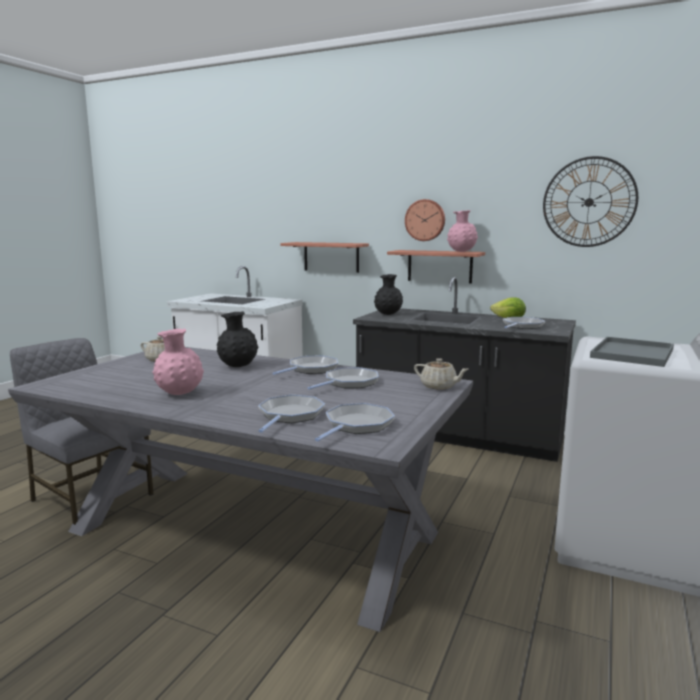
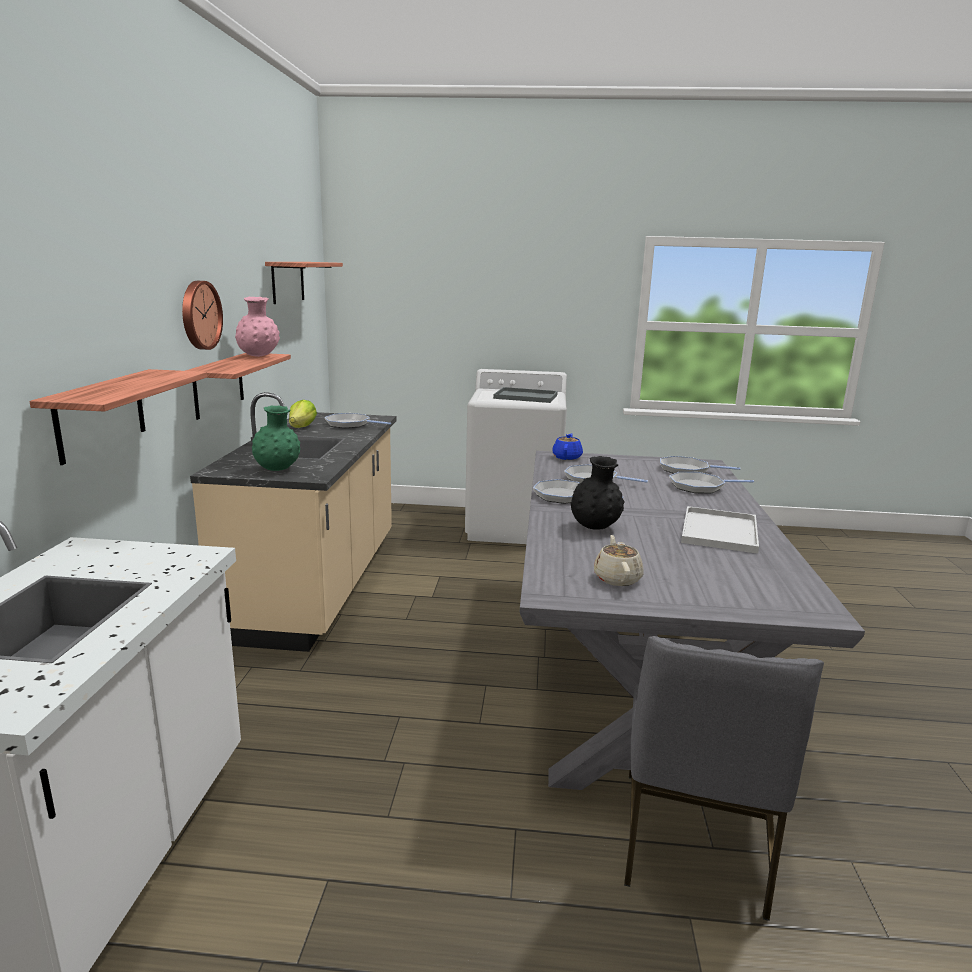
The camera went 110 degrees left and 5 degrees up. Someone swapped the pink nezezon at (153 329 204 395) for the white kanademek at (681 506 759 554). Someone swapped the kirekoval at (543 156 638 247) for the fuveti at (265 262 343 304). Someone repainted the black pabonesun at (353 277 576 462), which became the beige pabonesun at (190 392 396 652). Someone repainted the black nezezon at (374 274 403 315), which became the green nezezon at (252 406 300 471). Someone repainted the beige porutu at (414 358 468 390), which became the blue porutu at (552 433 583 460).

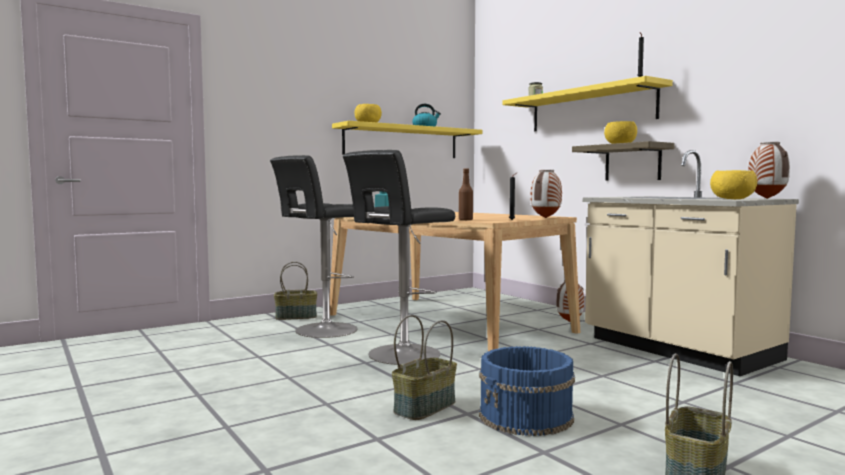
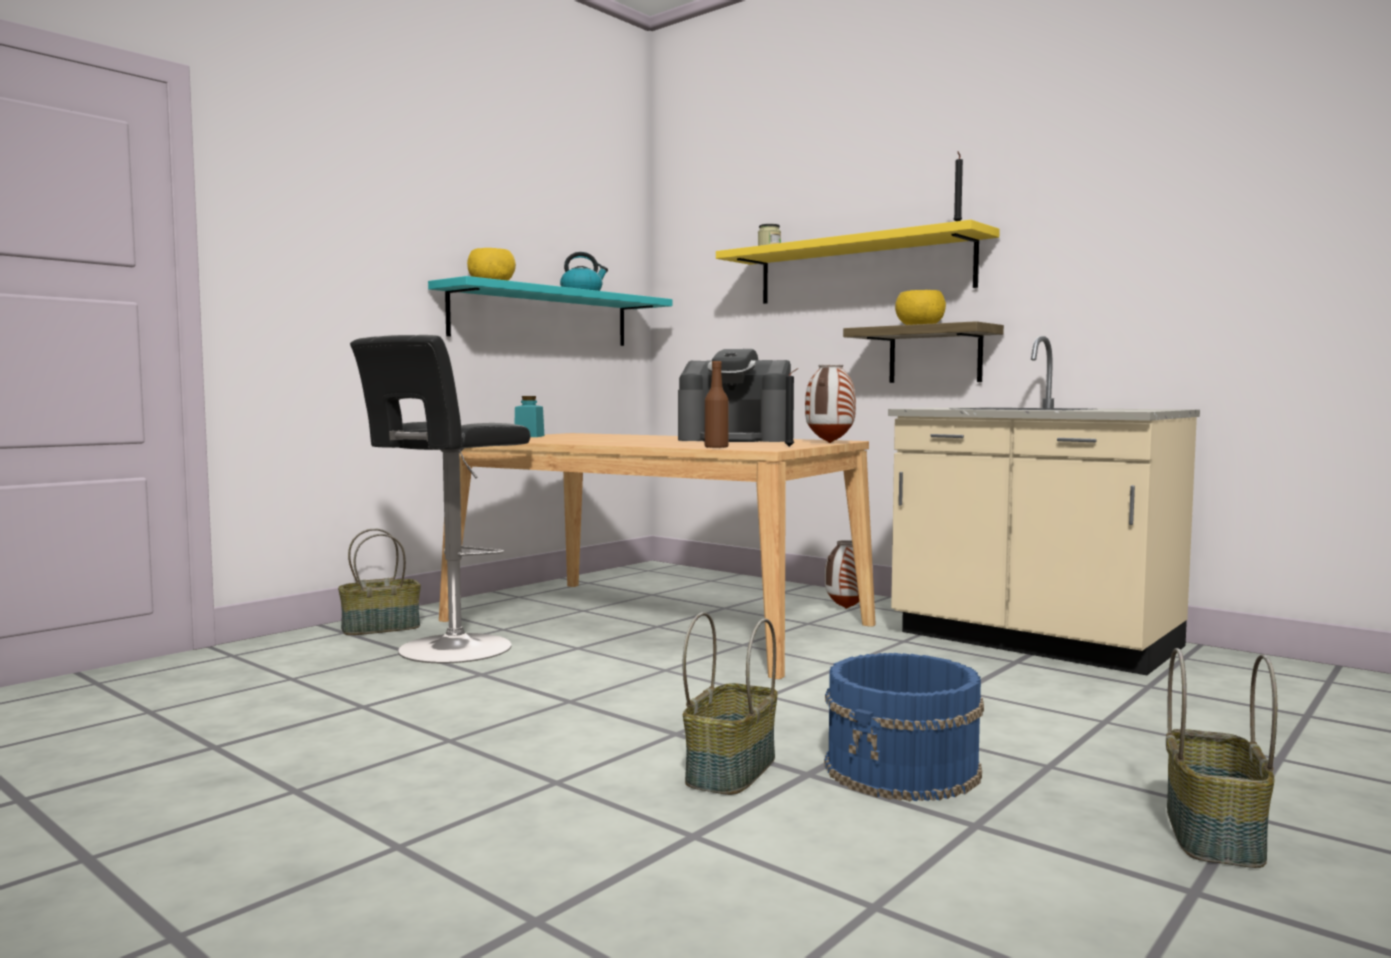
The camera went 15 degrees left and 0 degrees up. Someone took away the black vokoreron at (343 150 455 365). Someone took away the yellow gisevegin at (710 170 757 199). Someone took away the nezezon at (748 142 790 199). Someone put down the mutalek at (678 349 791 442). Someone repainted the yellow fuveti at (332 121 483 158), which became the turquoise fuveti at (428 276 672 346).

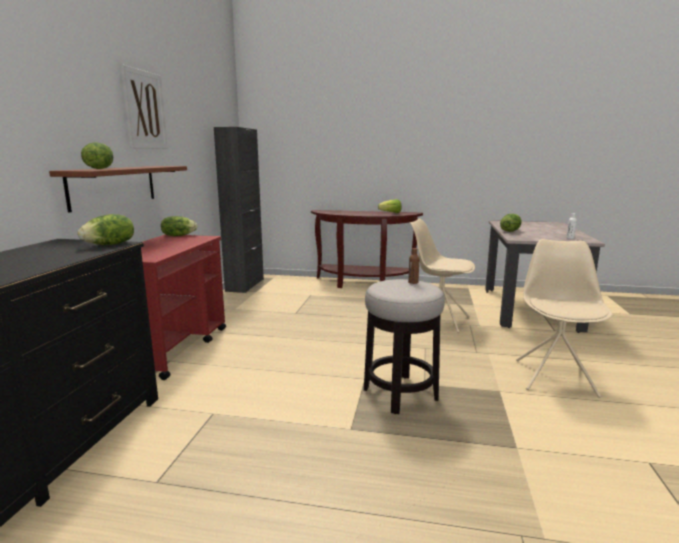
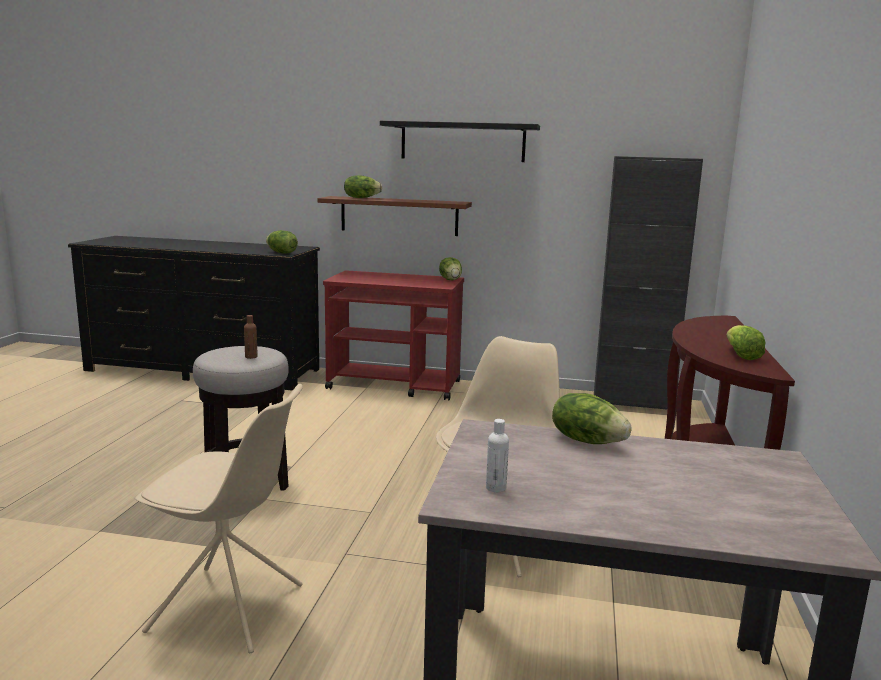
The camera went 90 degrees right and 0 degrees up. Someone swapped the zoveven at (121 65 168 149) for the black fuveti at (380 121 540 162).

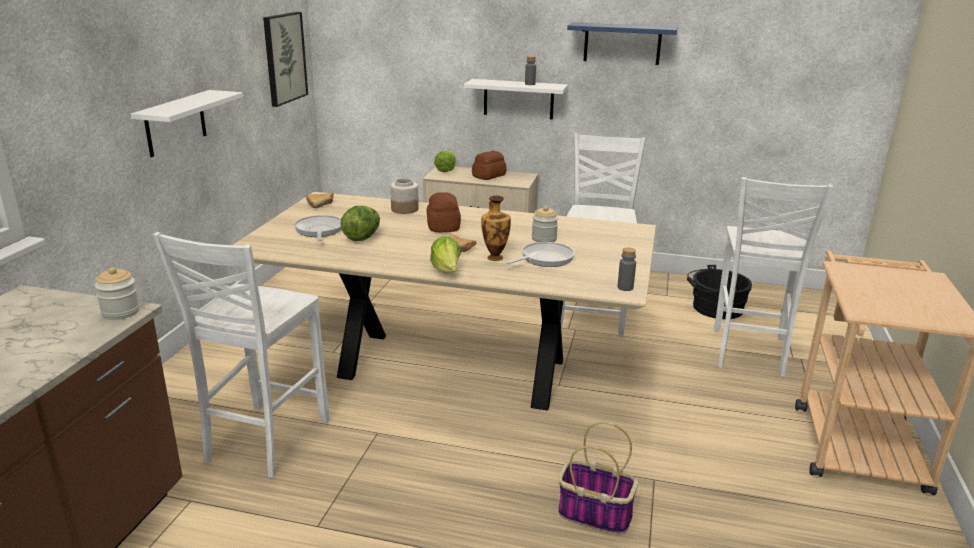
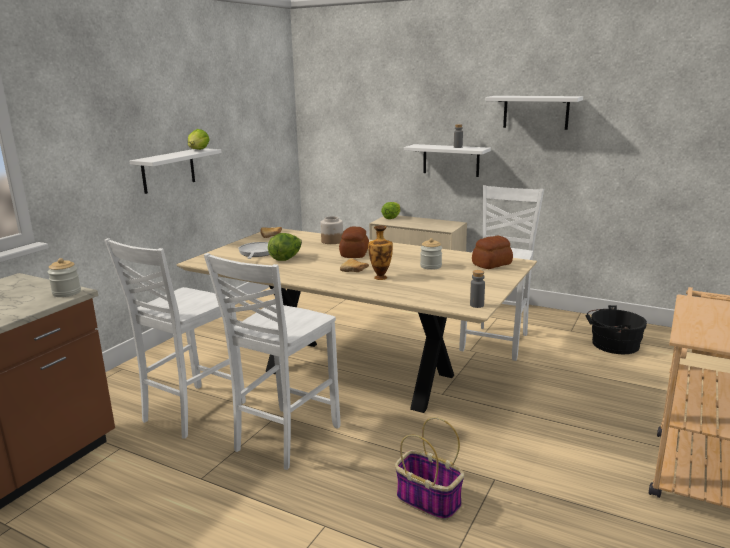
The camera went 15 degrees right and 5 degrees down. Someone took away the zoveven at (263 12 308 107). Someone took away the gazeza at (505 242 575 267). Someone carried the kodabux from (430 236 461 273) to (188 129 210 150). Someone carried the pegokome from (472 151 507 180) to (472 236 513 269). Someone carried the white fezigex from (714 177 833 377) to (204 253 341 470). Someone repainted the blue fuveti at (567 22 677 65), which became the white fuveti at (485 96 583 130).

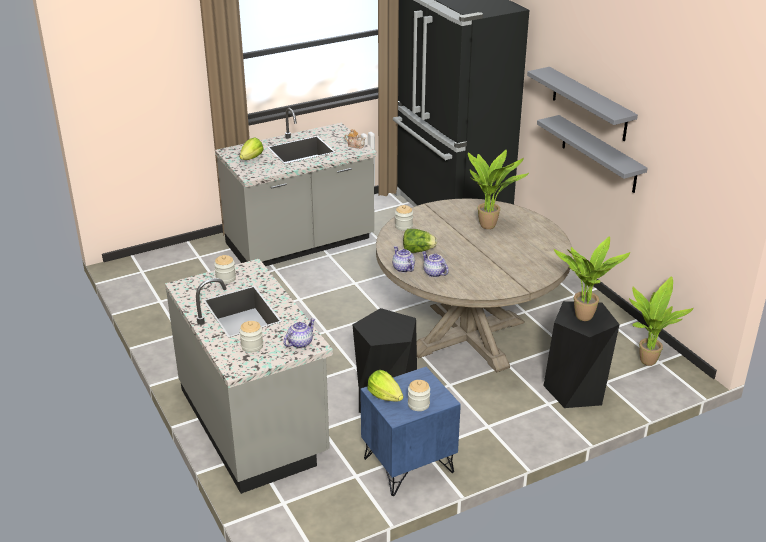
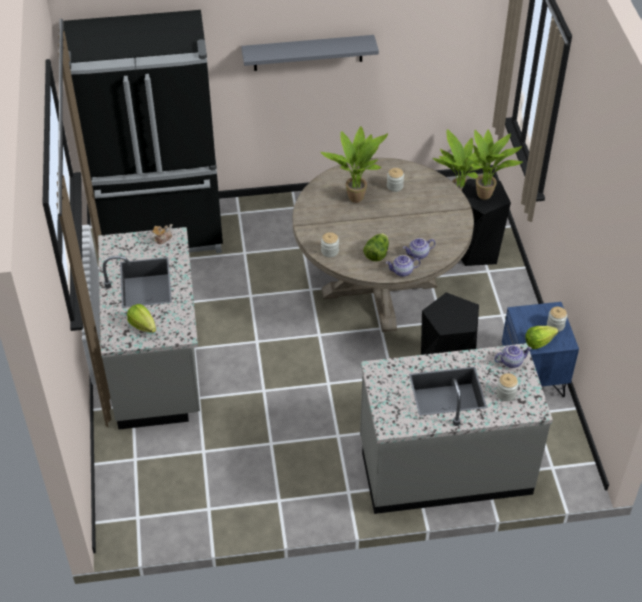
The camera went 70 degrees left and 15 degrees up. Someone took away the grey fuveti at (537 115 648 193). Someone carried the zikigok from (214 255 236 284) to (387 168 404 192). Someone rotated the porutu at (283 318 315 348) by 105 degrees clockwise.

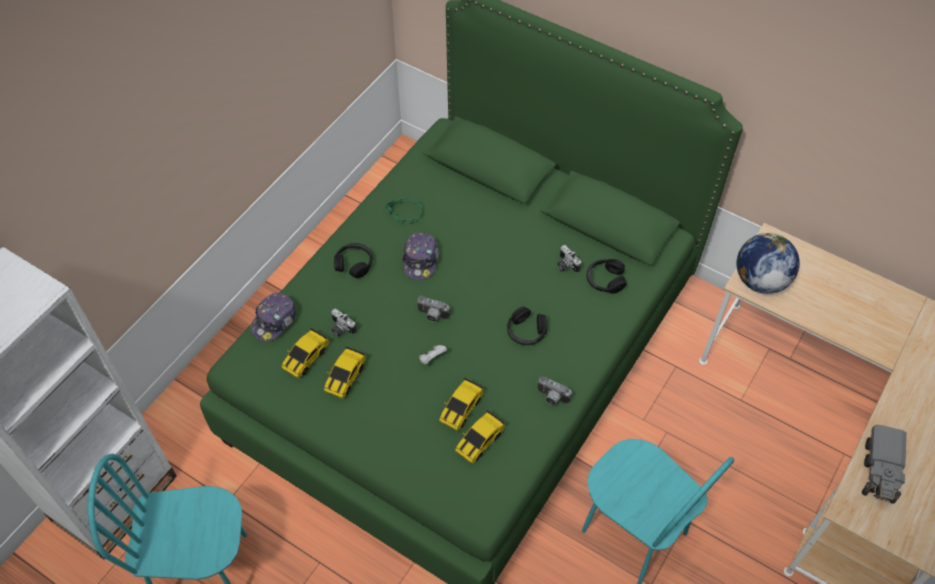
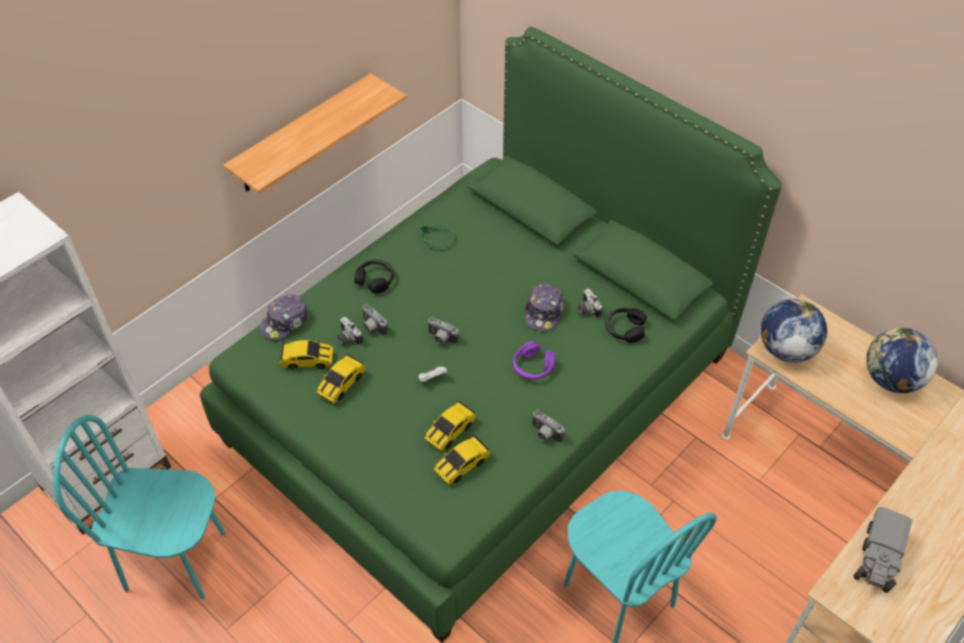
The camera went 10 degrees right and 5 degrees down. Someone put up the fuveti at (223 73 406 194). Someone put down the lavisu at (362 303 388 336). Someone put down the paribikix at (866 328 937 393). Someone carried the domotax from (402 232 439 280) to (525 283 564 331). Someone repainted the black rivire at (507 306 547 345), which became the purple rivire at (513 341 555 380). Someone rotated the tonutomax at (281 328 329 379) by 135 degrees counterclockwise.

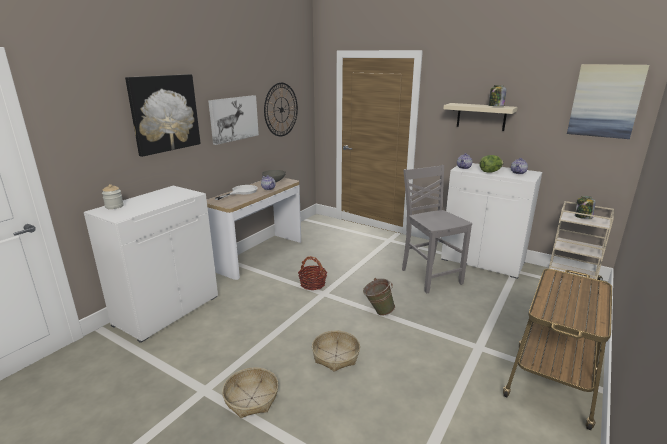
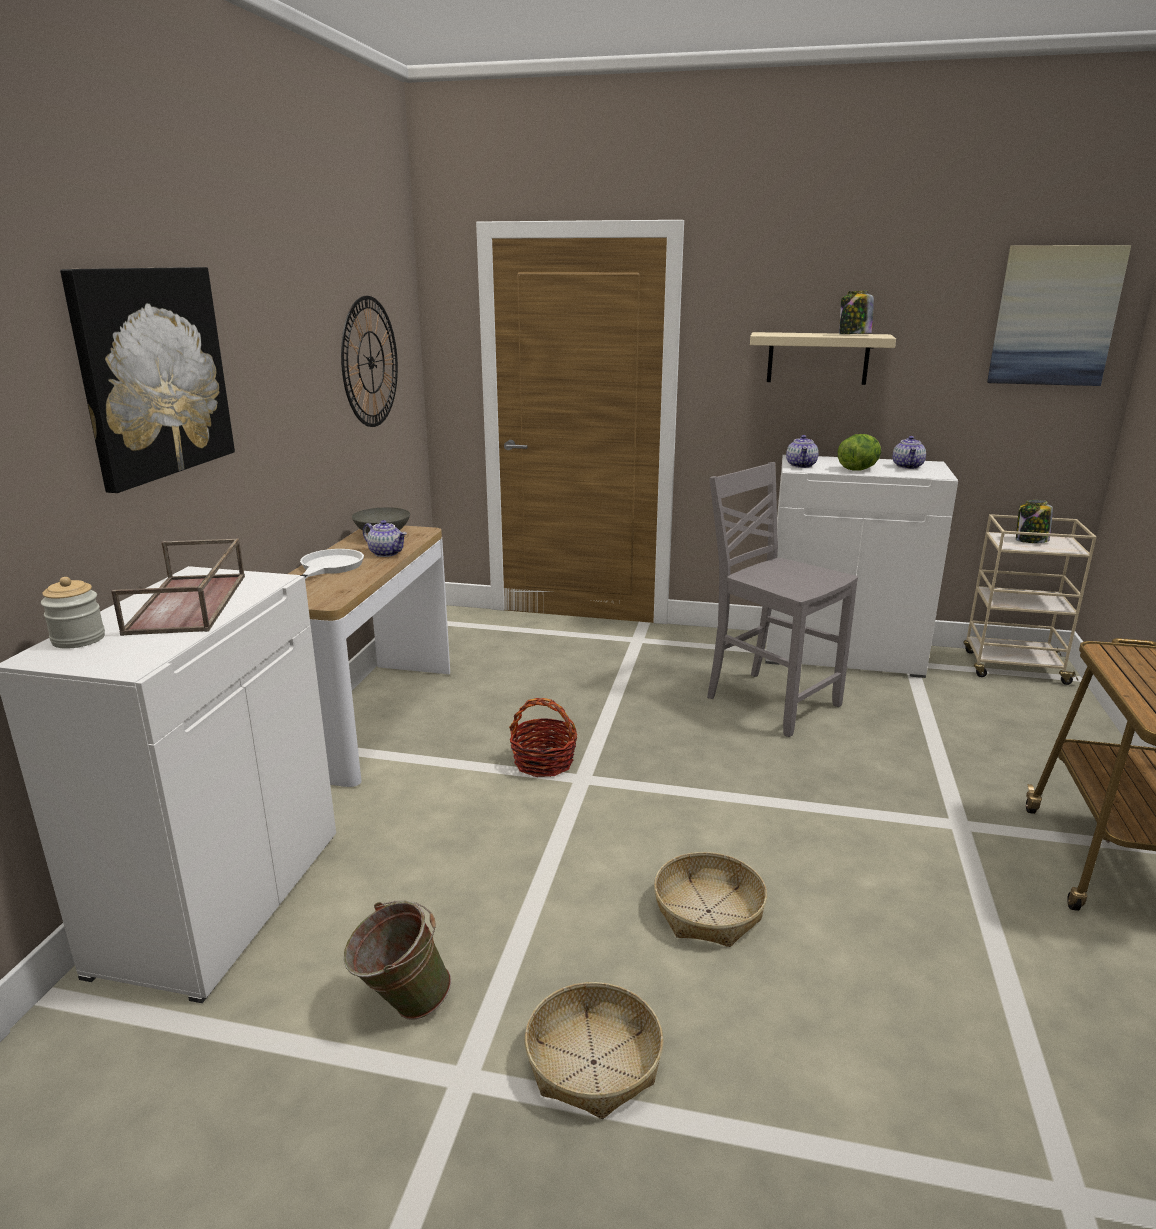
The camera went 20 degrees left and 0 degrees up. Someone took away the zoveven at (208 95 259 145). Someone put down the brown kanademek at (111 538 245 636). Someone carried the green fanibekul from (363 278 395 316) to (344 901 451 1020).

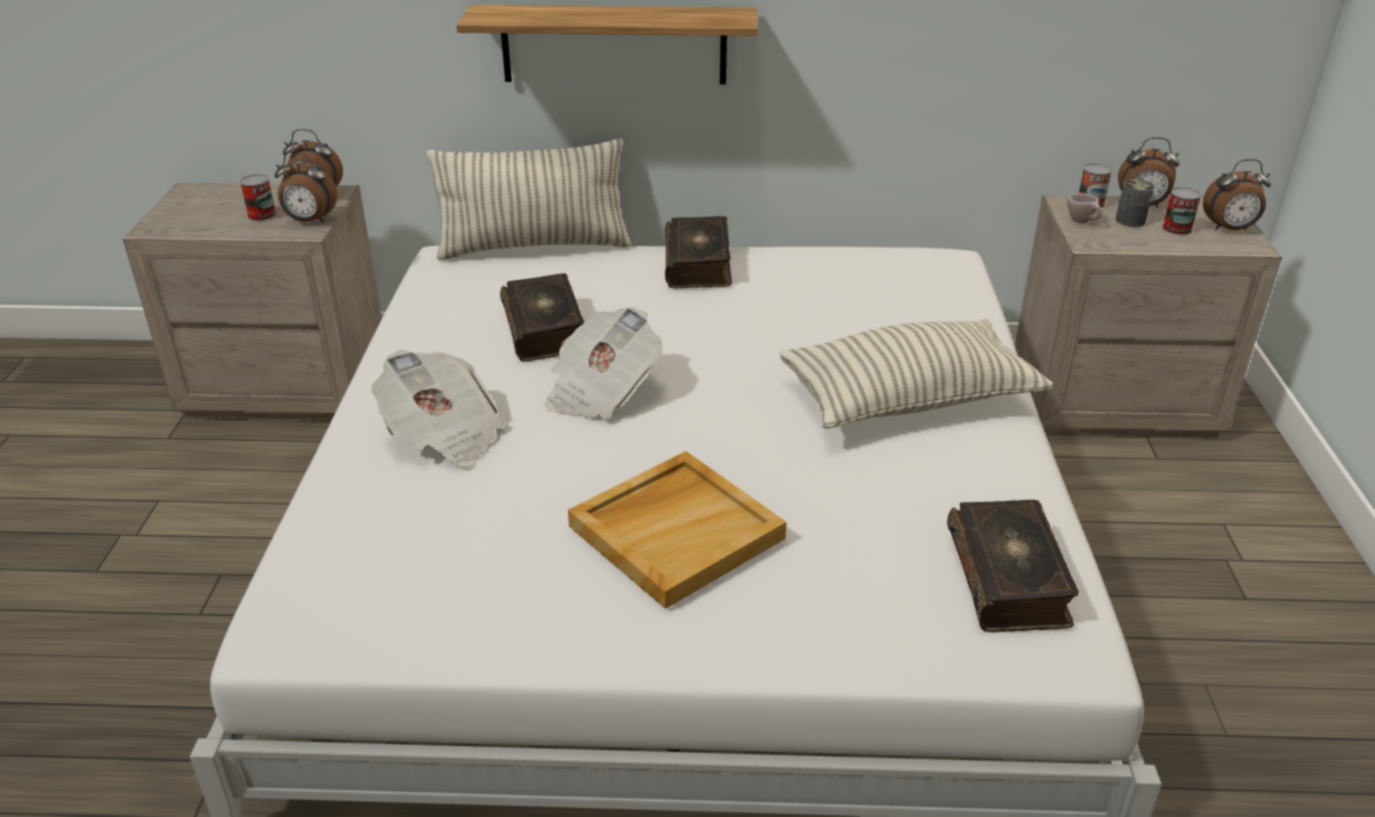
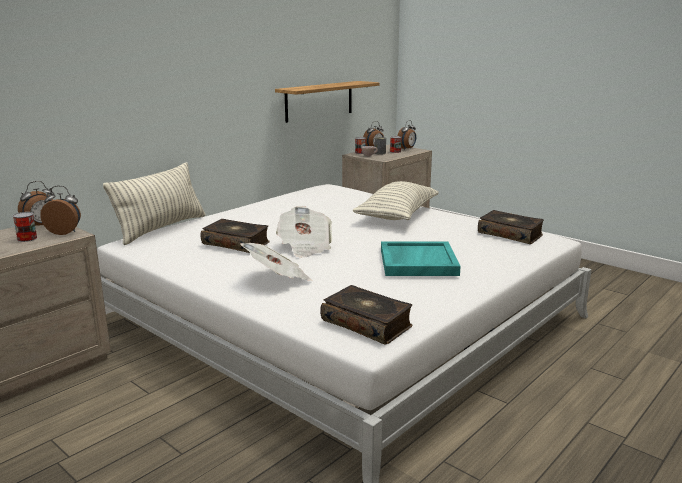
The camera went 50 degrees left and 15 degrees down. Someone carried the fuveti from (456 5 758 85) to (275 81 380 123). Someone carried the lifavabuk from (665 216 732 288) to (320 285 413 345). Someone repainted the beige kanademek at (568 451 787 609), which became the turquoise kanademek at (381 241 461 276). Someone rotated the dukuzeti at (274 151 337 223) by 135 degrees counterclockwise.

